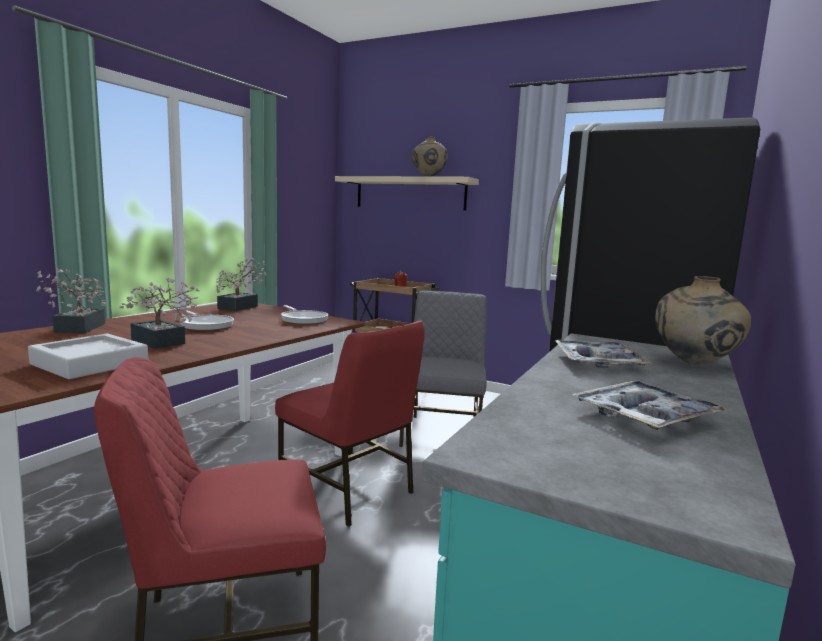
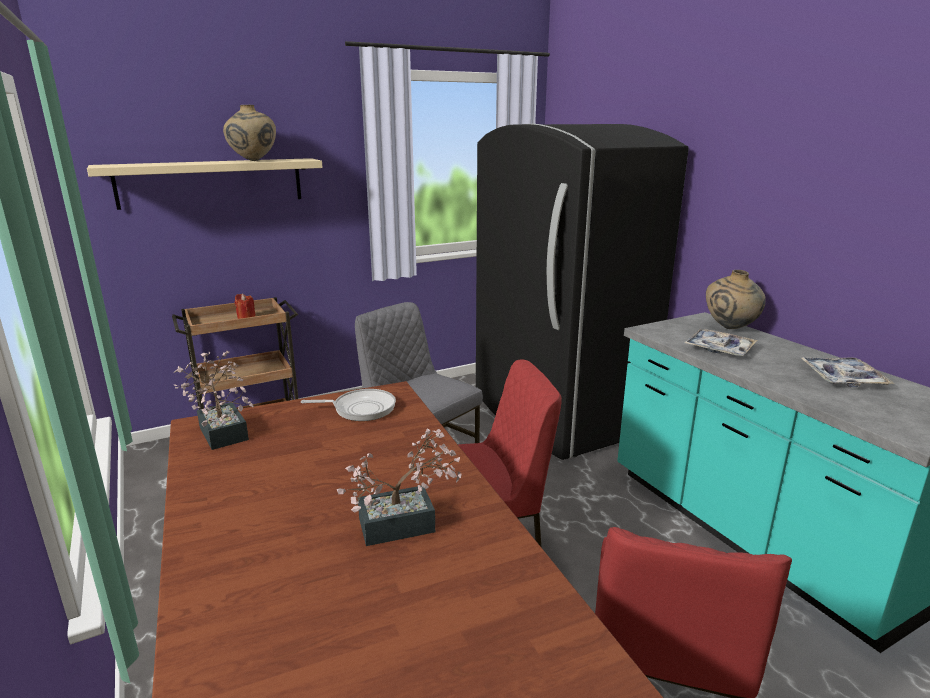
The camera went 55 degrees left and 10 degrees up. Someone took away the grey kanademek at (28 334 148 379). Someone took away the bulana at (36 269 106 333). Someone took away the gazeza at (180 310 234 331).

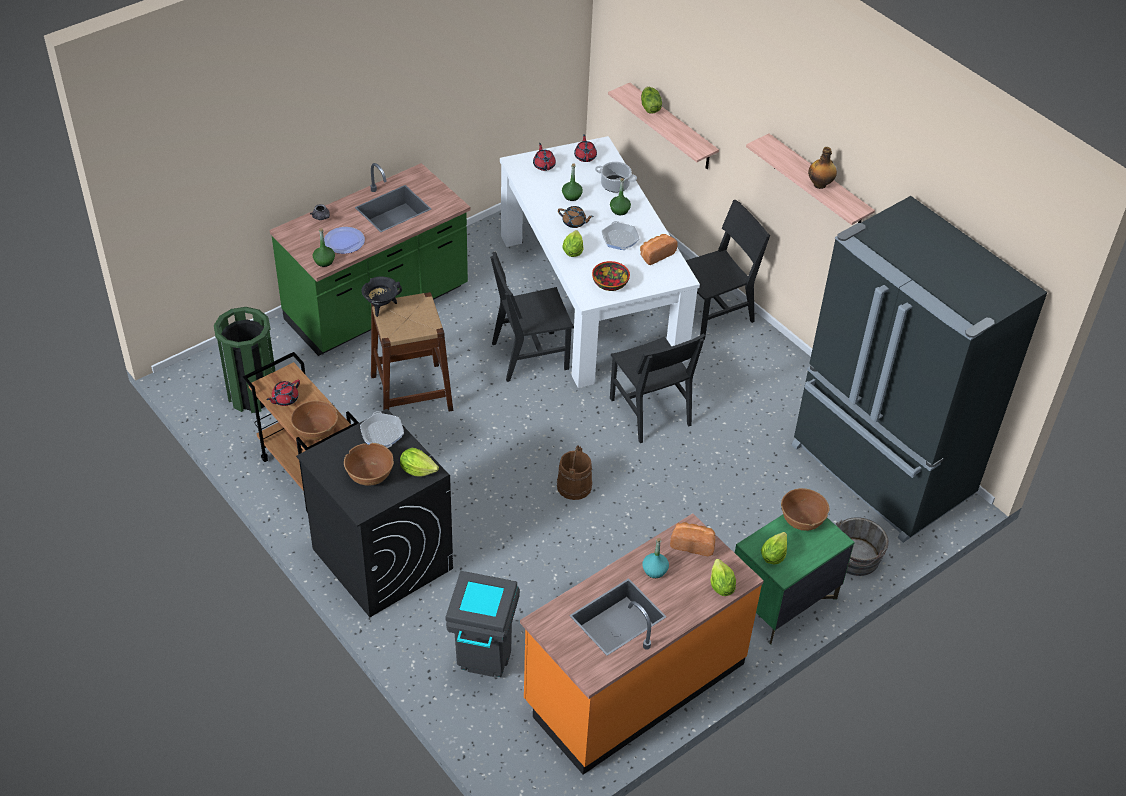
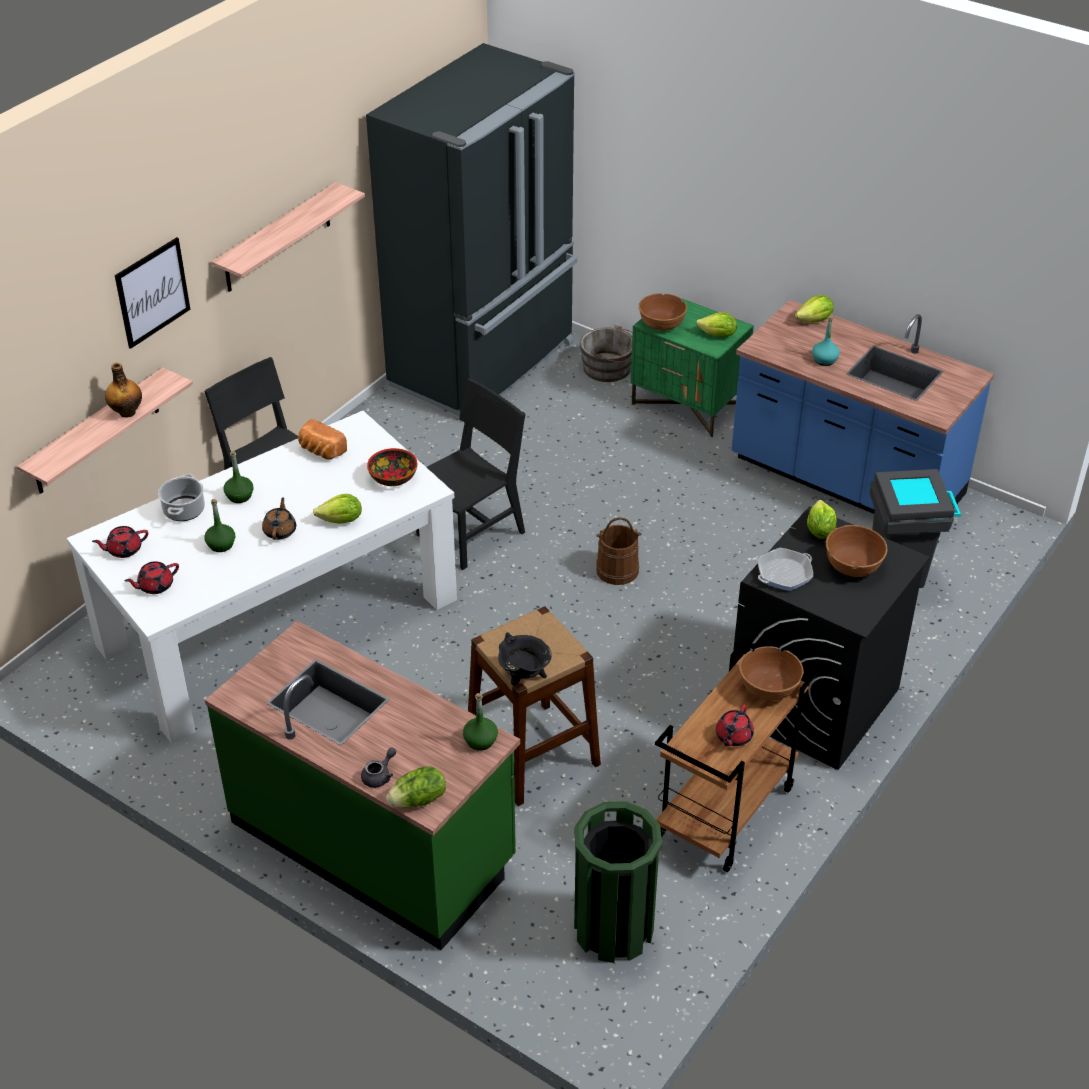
The camera went 105 degrees left and 5 degrees down. Someone took away the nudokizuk at (324 227 365 254). Someone took away the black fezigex at (490 251 574 382). Someone took away the gazeza at (602 221 639 250). Someone took away the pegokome at (670 522 715 556). Someone put up the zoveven at (115 237 191 349). Someone carried the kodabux from (641 86 662 114) to (386 766 446 808). Someone carried the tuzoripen from (808 147 837 189) to (105 363 142 418). Someone repainted the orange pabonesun at (520 513 764 775), which became the blue pabonesun at (732 300 994 514). Someone rotated the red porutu at (266 380 300 406) by 90 degrees clockwise.

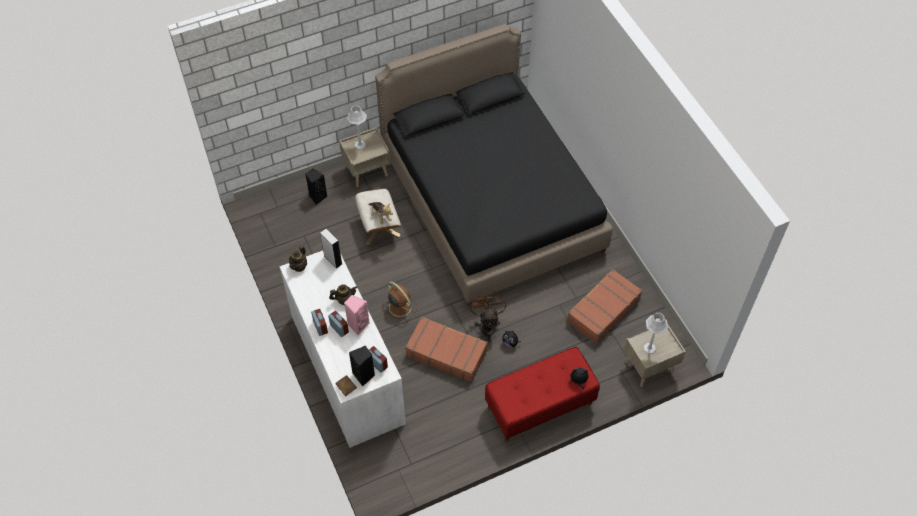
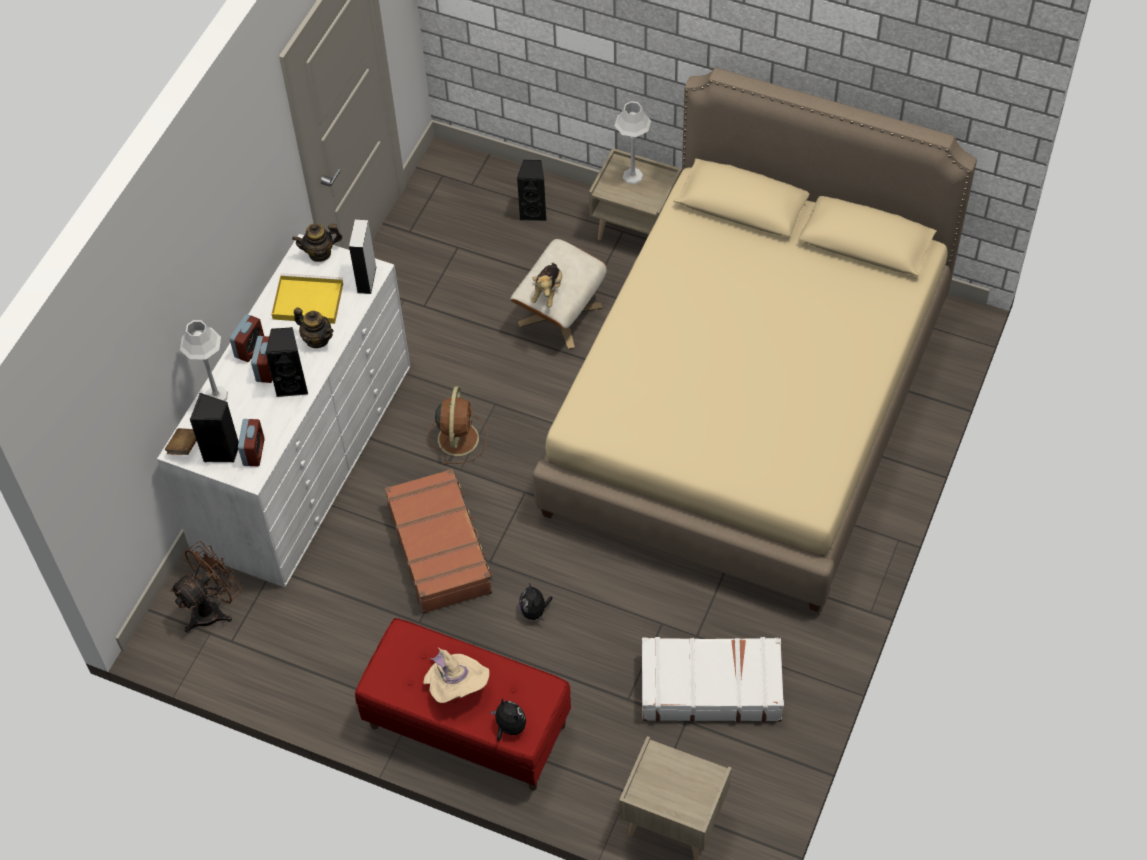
The camera went 50 degrees right and 0 degrees up. Someone put down the yellow kanademek at (272 273 343 324). Someone put down the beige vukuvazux at (423 647 490 703). Someone carried the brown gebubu from (470 291 506 342) to (170 541 243 633). Someone carried the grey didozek from (643 313 668 354) to (180 320 228 401). Someone repainted the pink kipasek at (344 295 370 335), which became the black kipasek at (265 327 308 397). Someone repainted the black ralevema at (375 24 613 306), which became the beige ralevema at (533 68 977 612). Someone repainted the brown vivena at (567 269 643 344), which became the white vivena at (642 637 784 722).

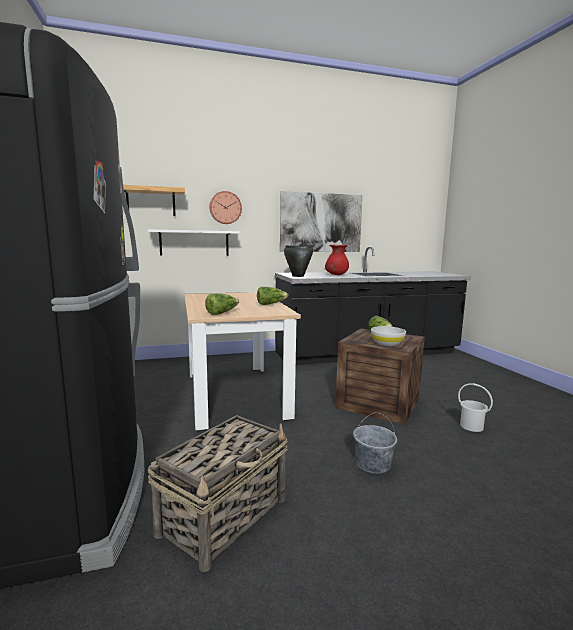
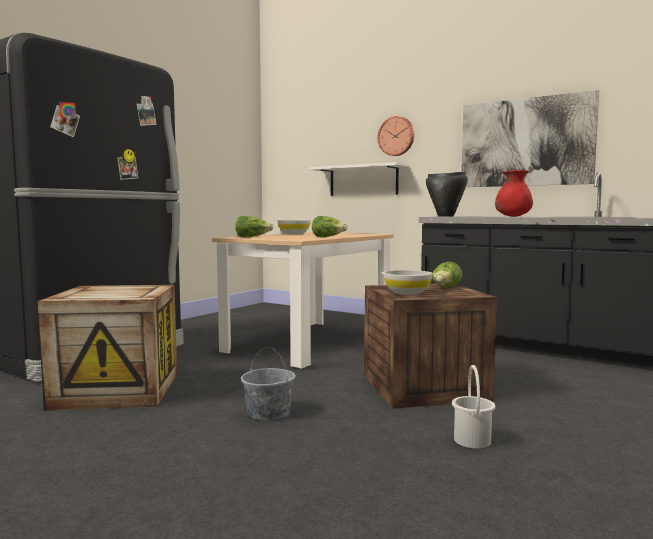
The camera went 50 degrees right and 5 degrees down. Someone took away the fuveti at (123 185 185 216). Someone put down the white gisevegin at (277 220 311 234). Someone swapped the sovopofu at (148 415 288 572) for the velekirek at (37 285 177 410).

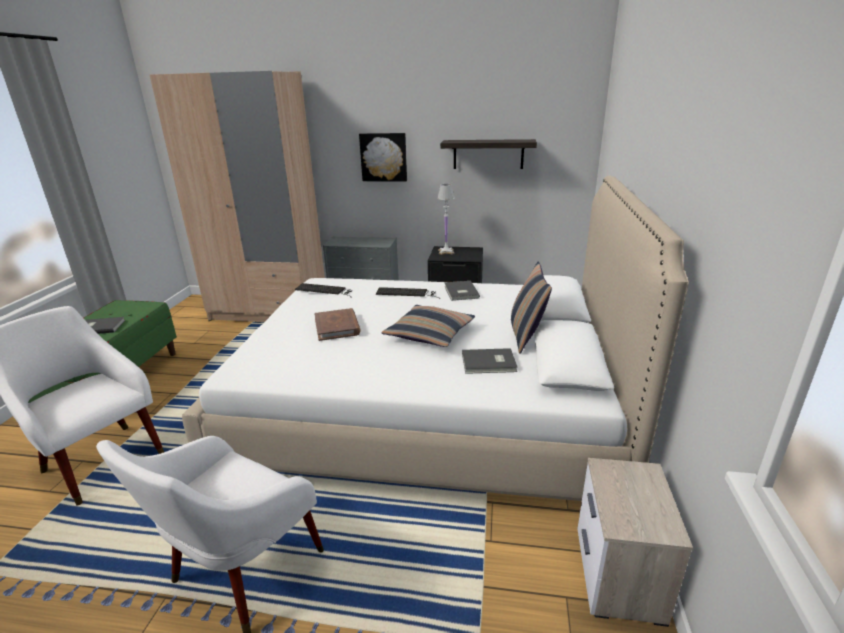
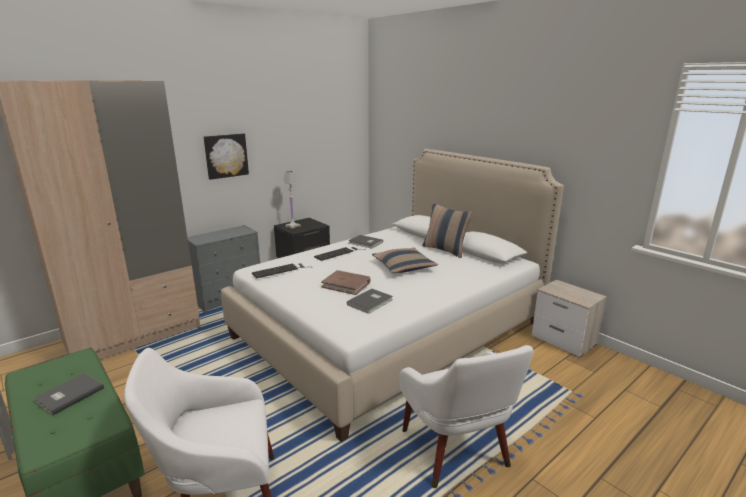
The camera went 50 degrees left and 5 degrees down. Someone took away the fuveti at (440 139 537 169). Someone carried the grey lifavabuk from (462 348 518 374) to (347 289 393 314).

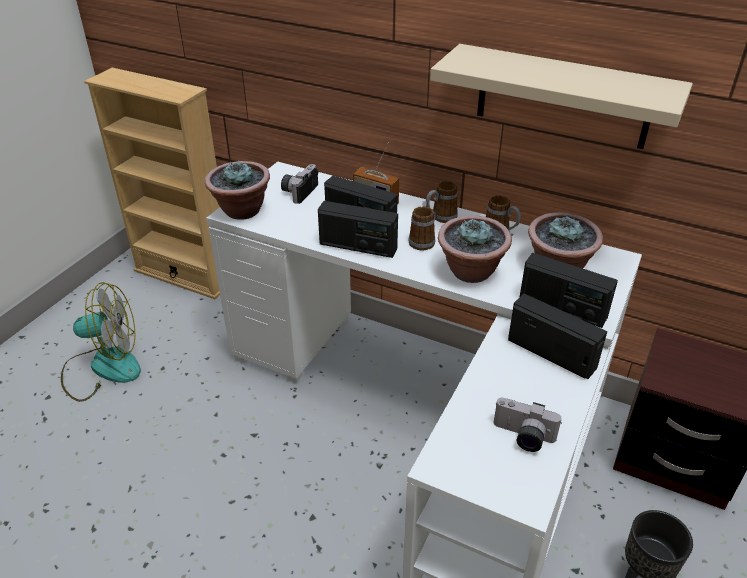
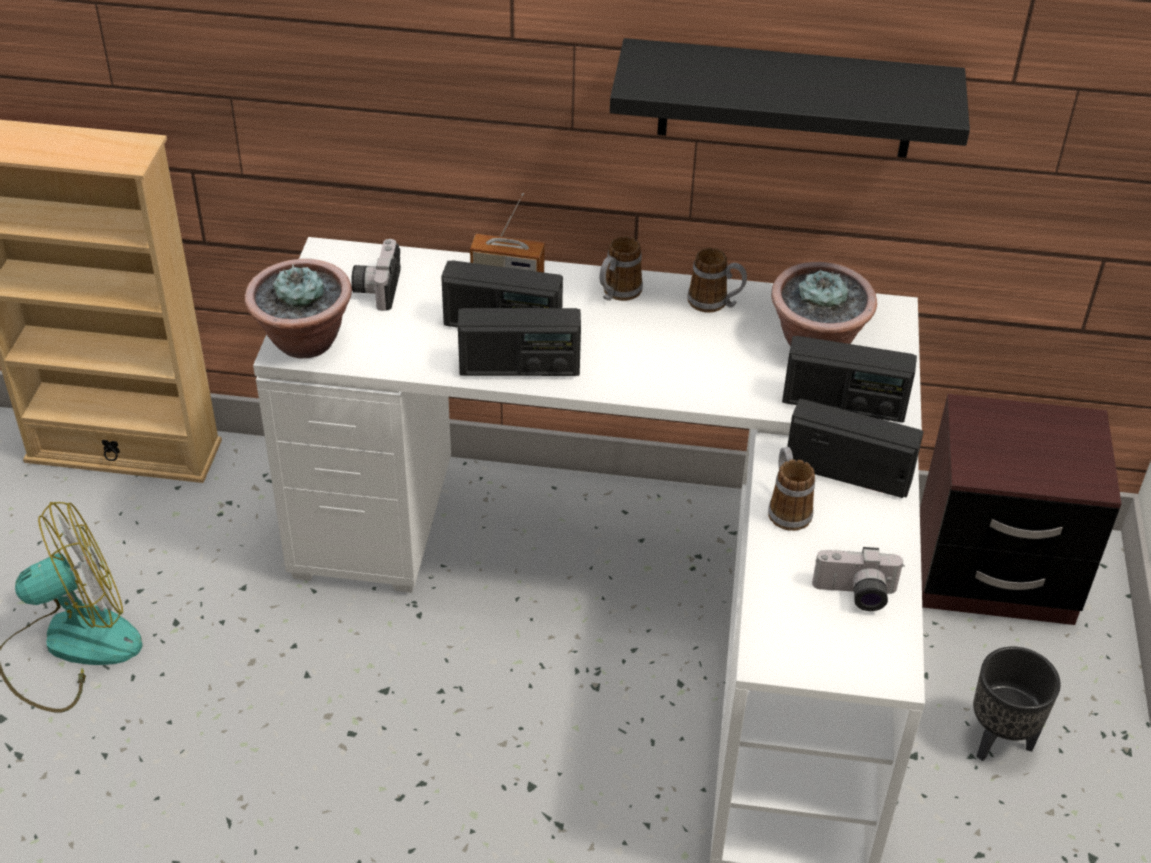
The camera went 20 degrees left and 5 degrees up. Someone took away the bulana at (438 215 512 283). Someone carried the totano from (408 201 435 250) to (768 447 815 531). Someone repainted the beige fuveti at (430 44 693 149), which became the black fuveti at (610 38 970 158).

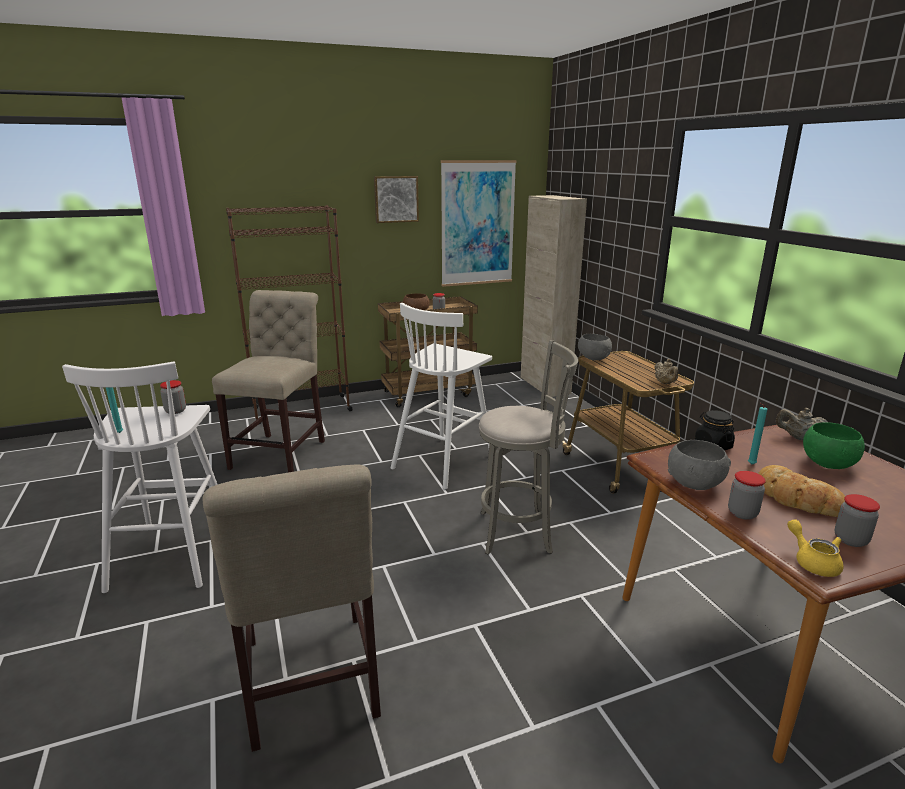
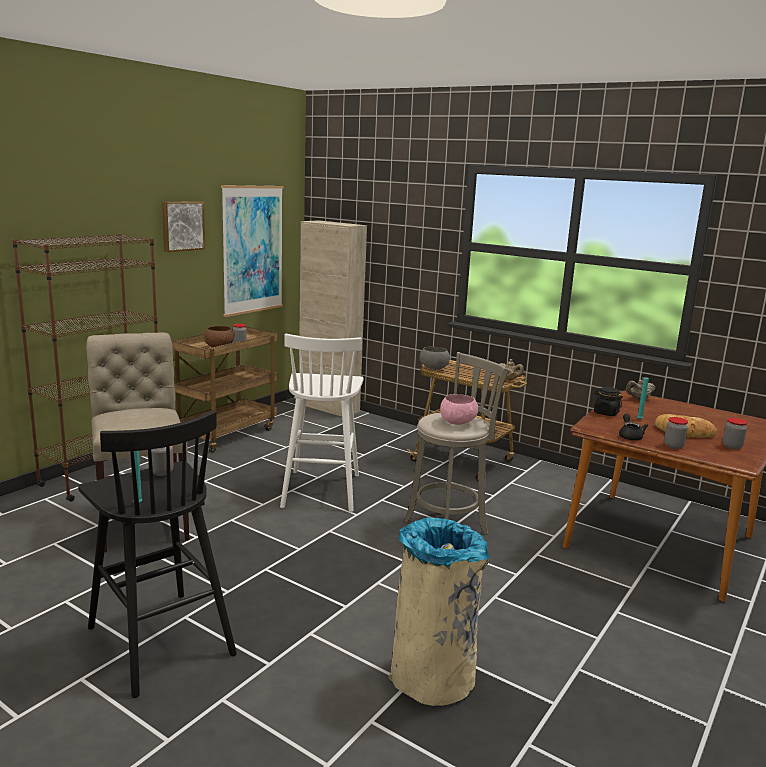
The camera went 35 degrees left and 5 degrees down. Someone took away the yellow porutu at (787 519 843 577). Someone took away the green gisevegin at (803 422 865 469). Someone put down the pink gisevegin at (440 394 478 425). Someone swapped the beige fezigex at (203 465 381 752) for the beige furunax at (388 517 490 706). Someone swapped the grey gisevegin at (668 440 731 490) for the black porutu at (619 414 648 440). Someone repainted the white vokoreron at (62 361 218 593), which became the black vokoreron at (78 410 237 698).

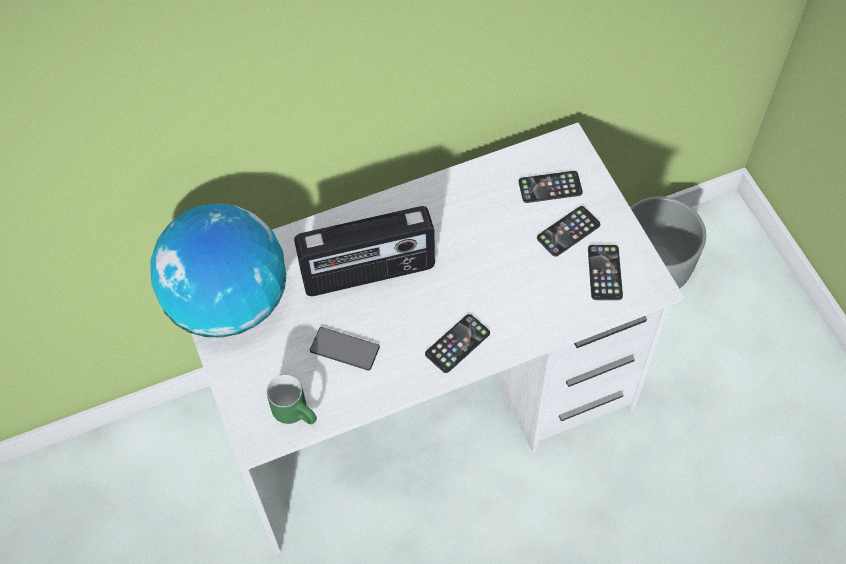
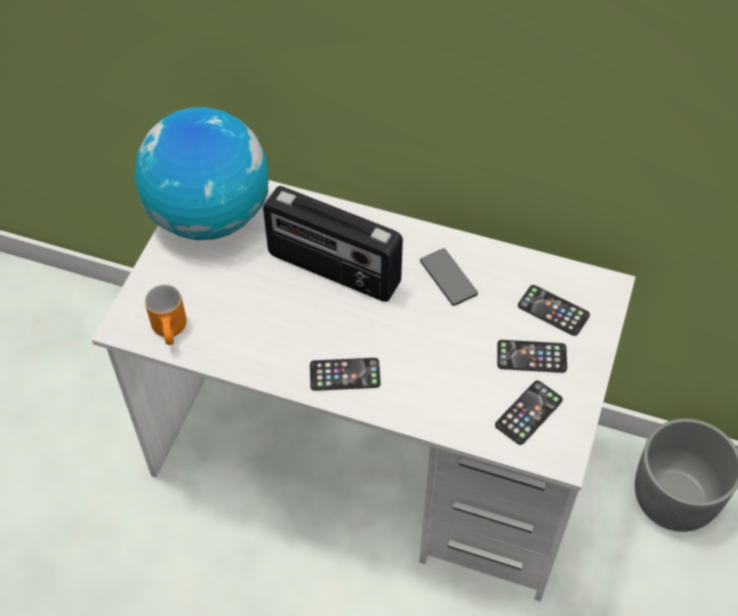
The camera went 40 degrees right and 5 degrees down. Someone carried the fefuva from (310 327 380 371) to (420 248 478 306). Someone repainted the green totano at (267 375 317 424), which became the orange totano at (145 284 187 345).

